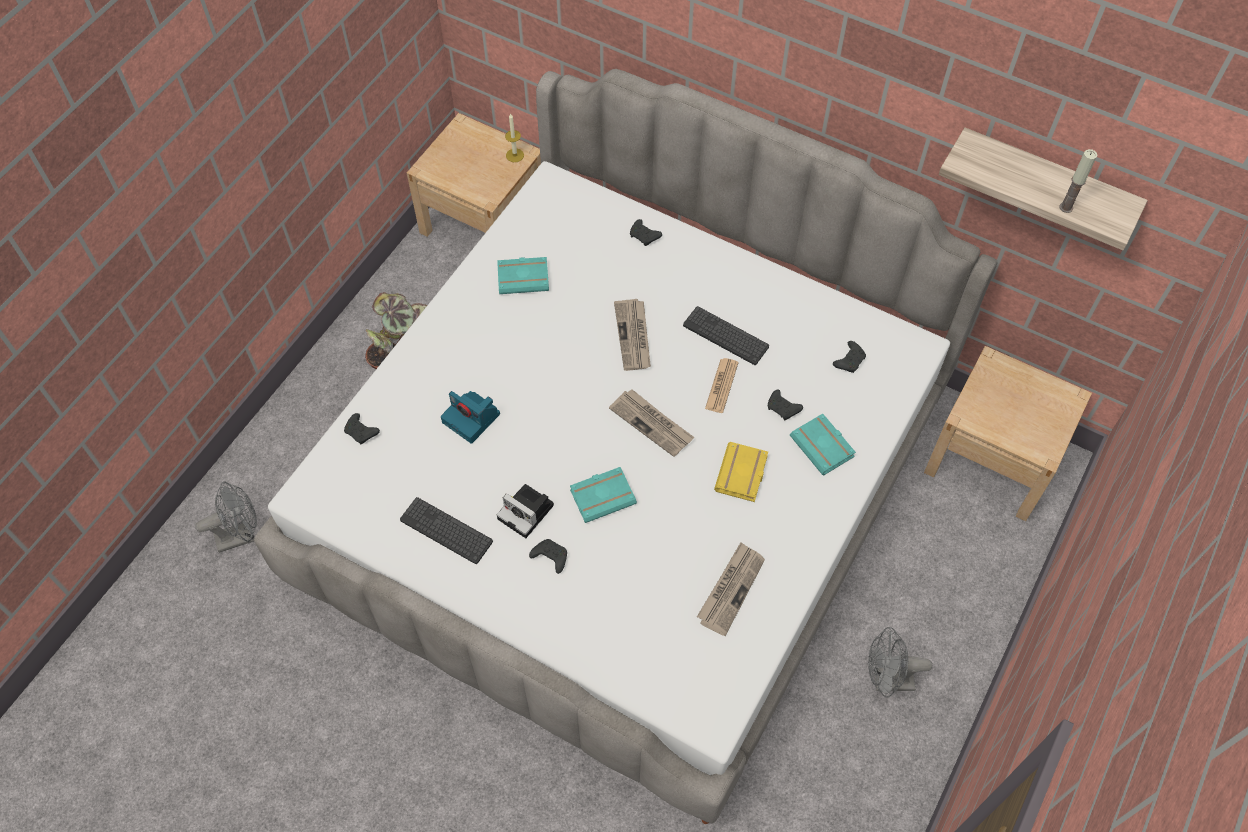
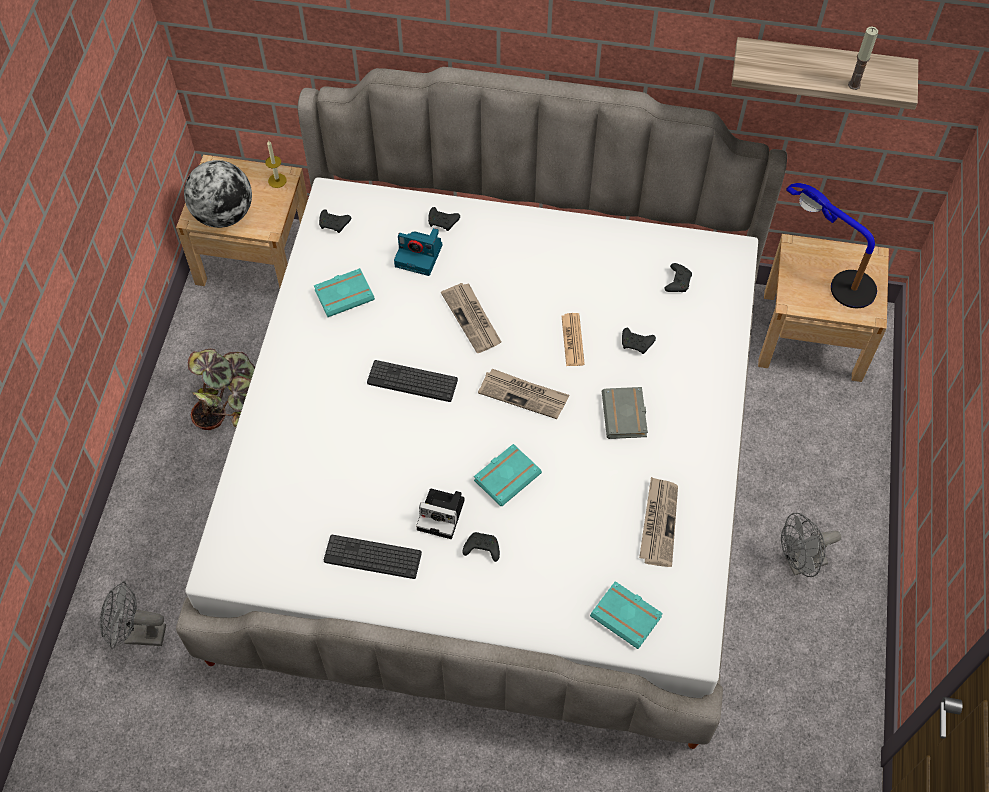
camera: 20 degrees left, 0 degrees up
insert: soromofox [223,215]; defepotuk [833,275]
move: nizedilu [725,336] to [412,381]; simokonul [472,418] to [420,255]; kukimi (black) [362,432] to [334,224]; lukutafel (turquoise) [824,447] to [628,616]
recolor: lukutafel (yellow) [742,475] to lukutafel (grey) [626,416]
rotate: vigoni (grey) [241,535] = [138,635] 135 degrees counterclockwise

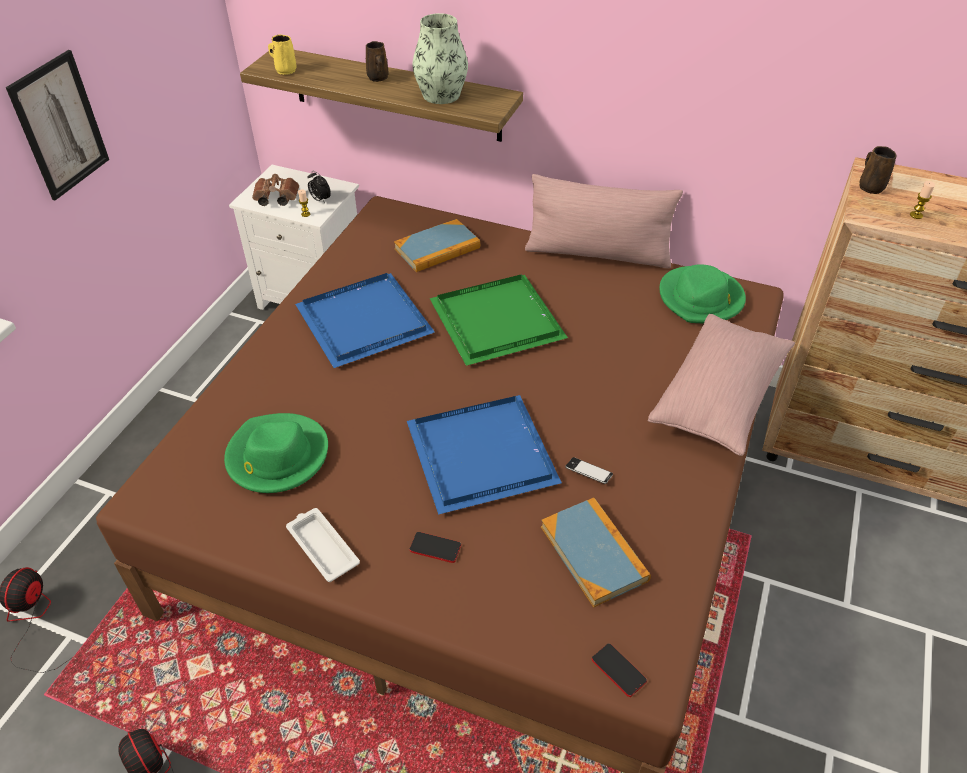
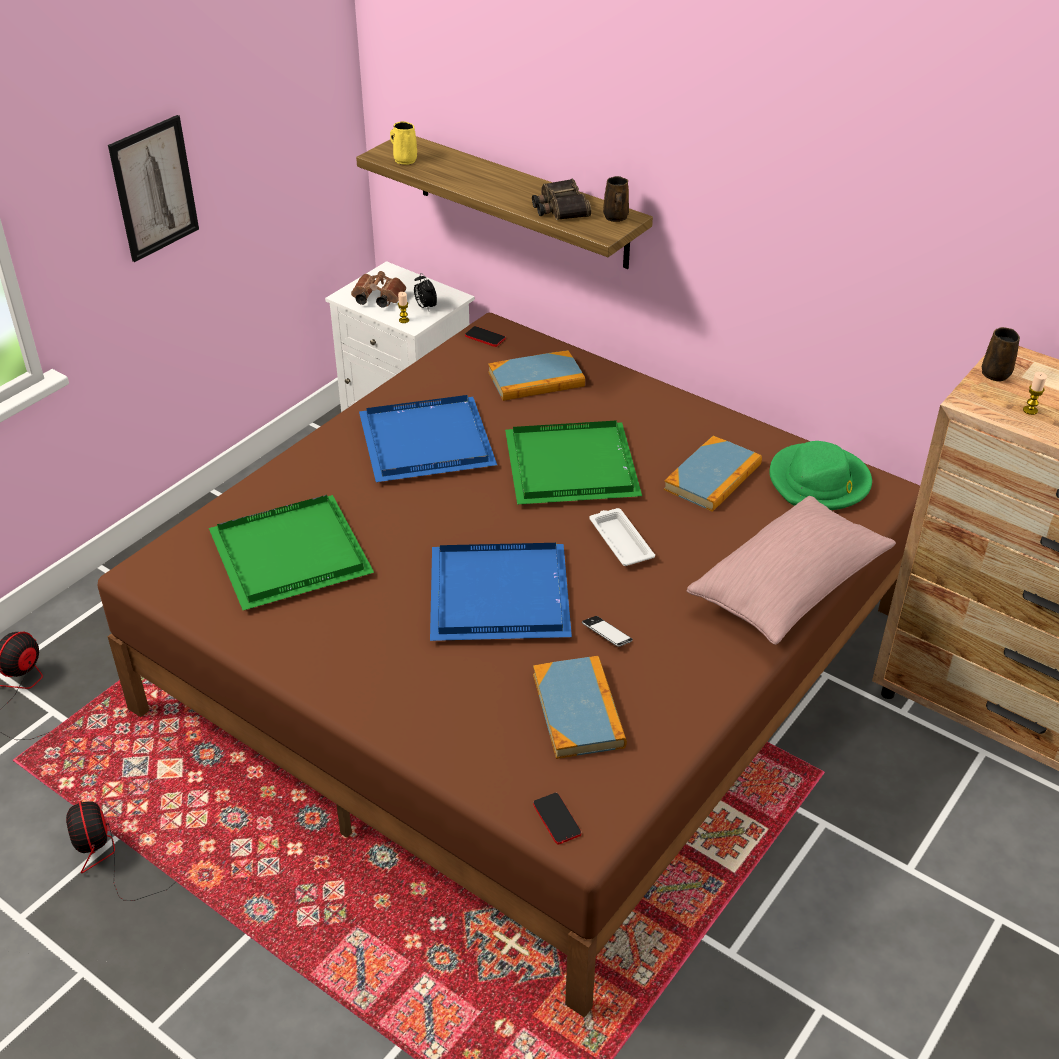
camera: 15 degrees right, 5 degrees down
delete: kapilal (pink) [597,253]
insert: lukutafel [713,477]
move: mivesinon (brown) [378,78] to [615,218]; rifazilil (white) [322,546] to [620,541]; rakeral [435,548] to [485,337]
replace: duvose [441,95] to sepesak [560,208]; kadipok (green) [277,456] to rifazilil (green) [288,557]

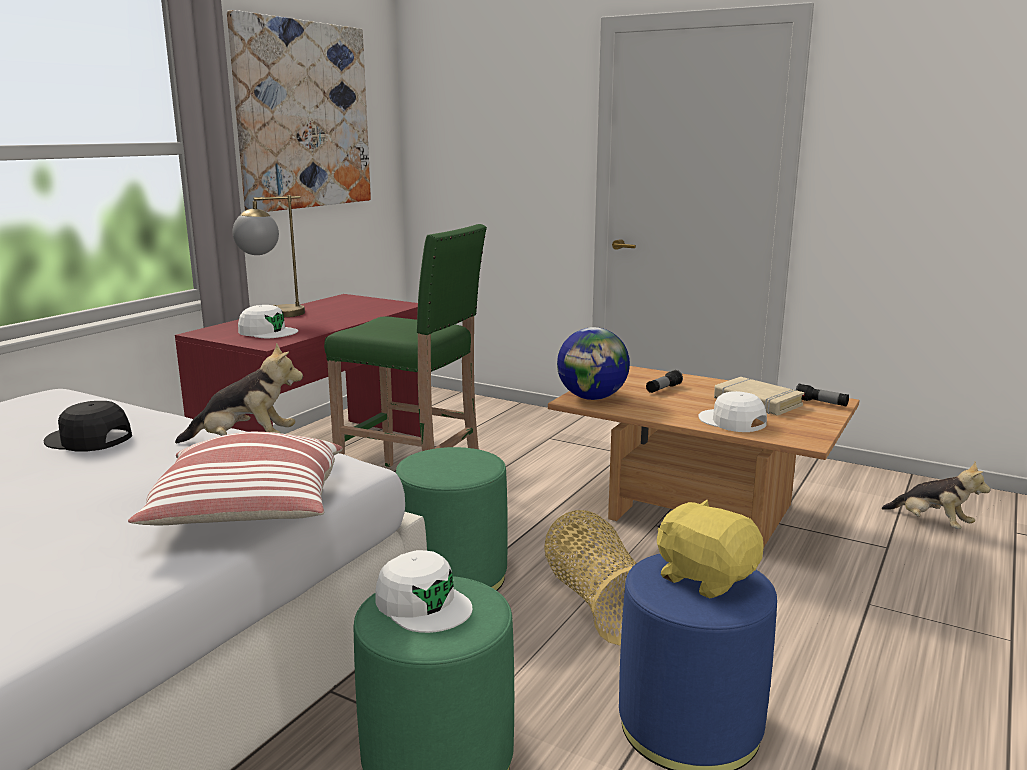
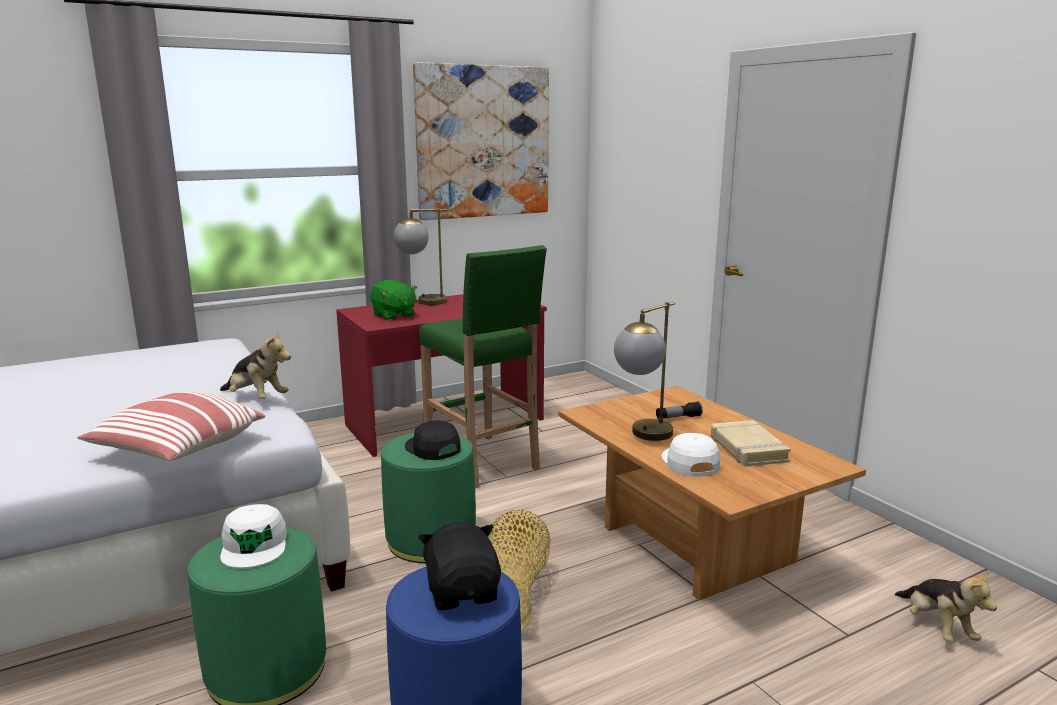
camera: 30 degrees right, 0 degrees up
delete: soromofox [592,398]; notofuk [821,403]
insert: defepotuk [643,437]
move: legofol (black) [88,439] to [432,448]
replace: legofol (white) [268,332] to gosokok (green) [393,315]
recolor: gosokok (yellow) [705,577] to gosokok (black) [463,592]

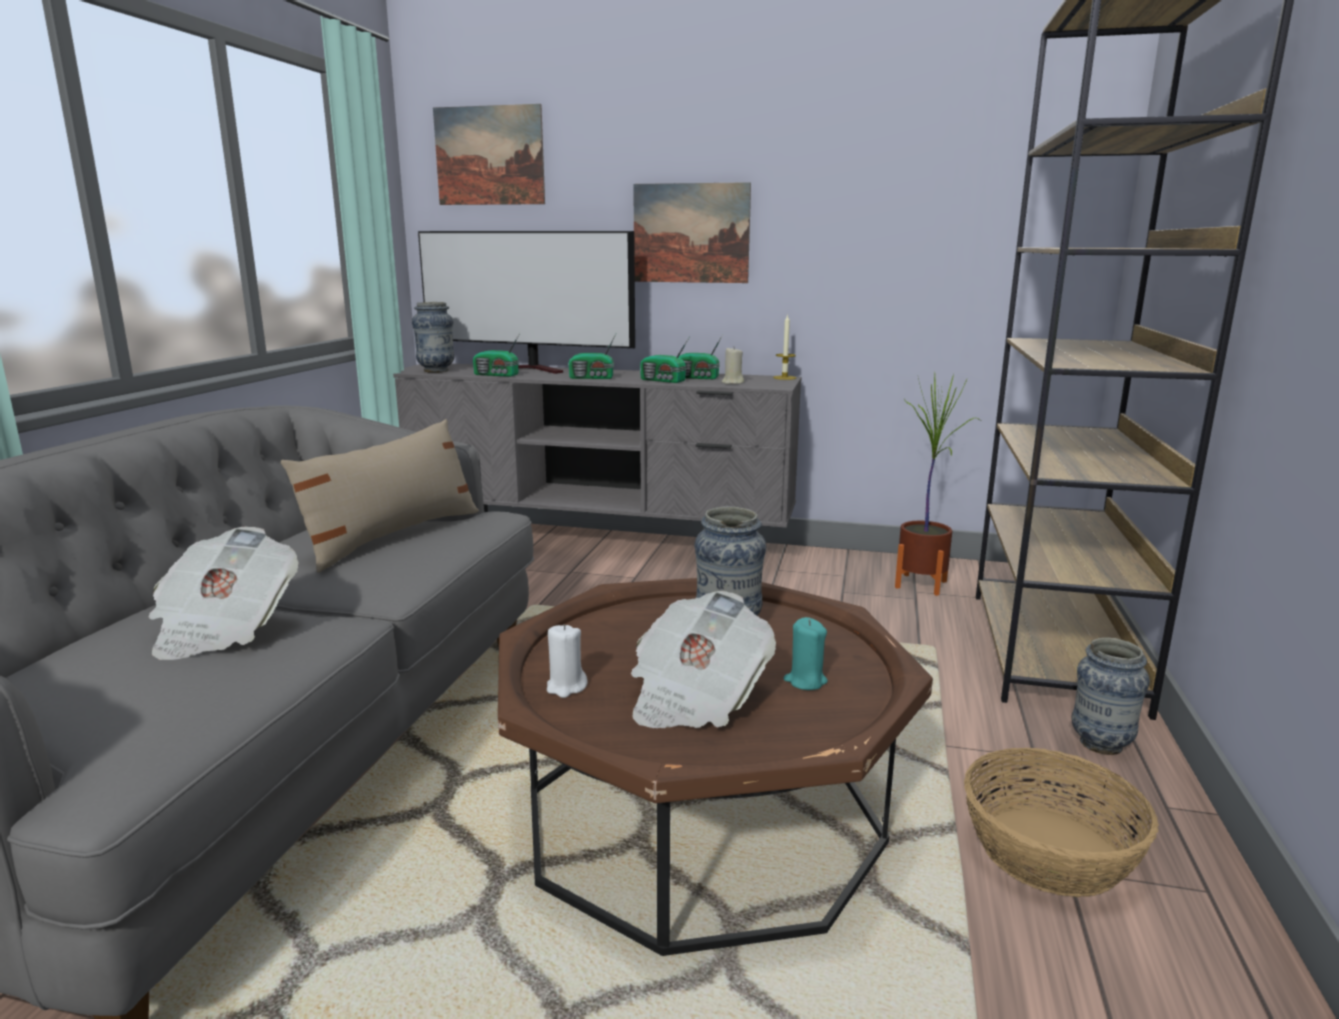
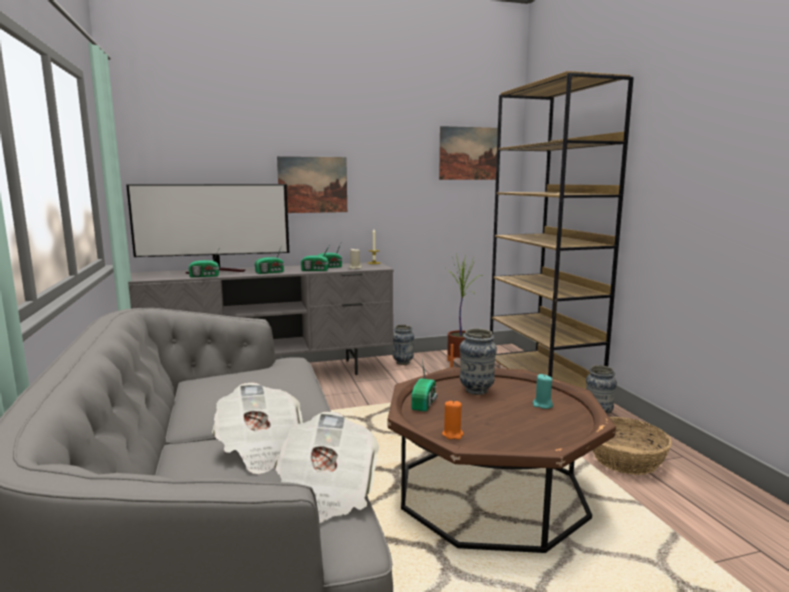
camera: 30 degrees left, 5 degrees down
delete: kapilal (beige) [393,536]
insert: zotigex [425,403]
move: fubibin [489,156] to [469,153]; duvose [436,371] to [403,362]; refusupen [695,697] to [326,492]
recolor: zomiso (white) [566,687] to zomiso (orange) [452,434]

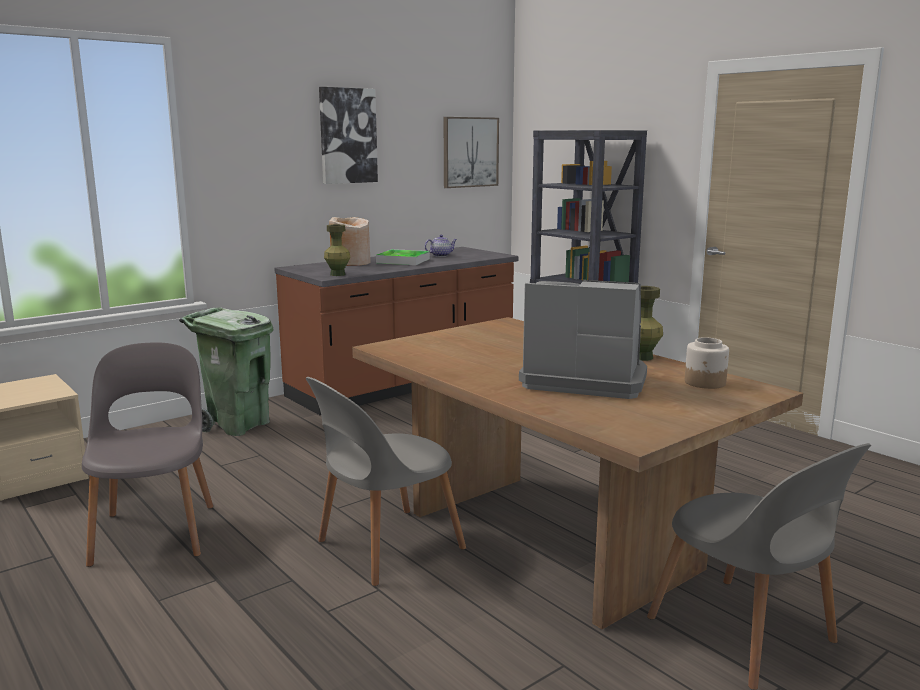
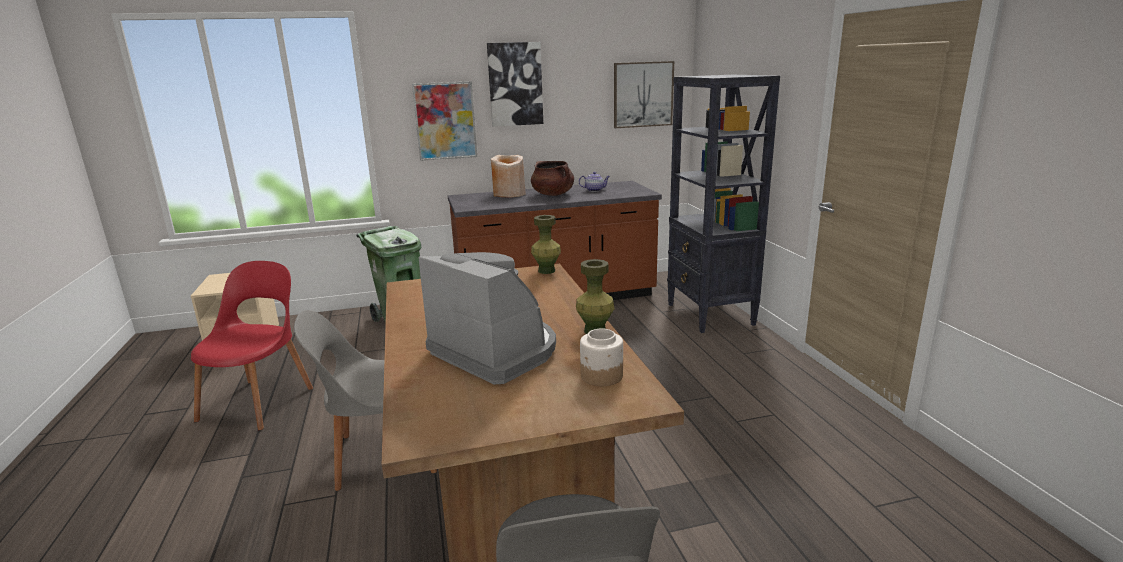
camera: 25 degrees right, 5 degrees up
insert: fubibin [445,121]
move: duvose (green) [338,274] to [547,271]
replace: rifazilil [403,261] to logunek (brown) [553,194]
recolor: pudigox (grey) [155,531] to pudigox (red) [259,401]

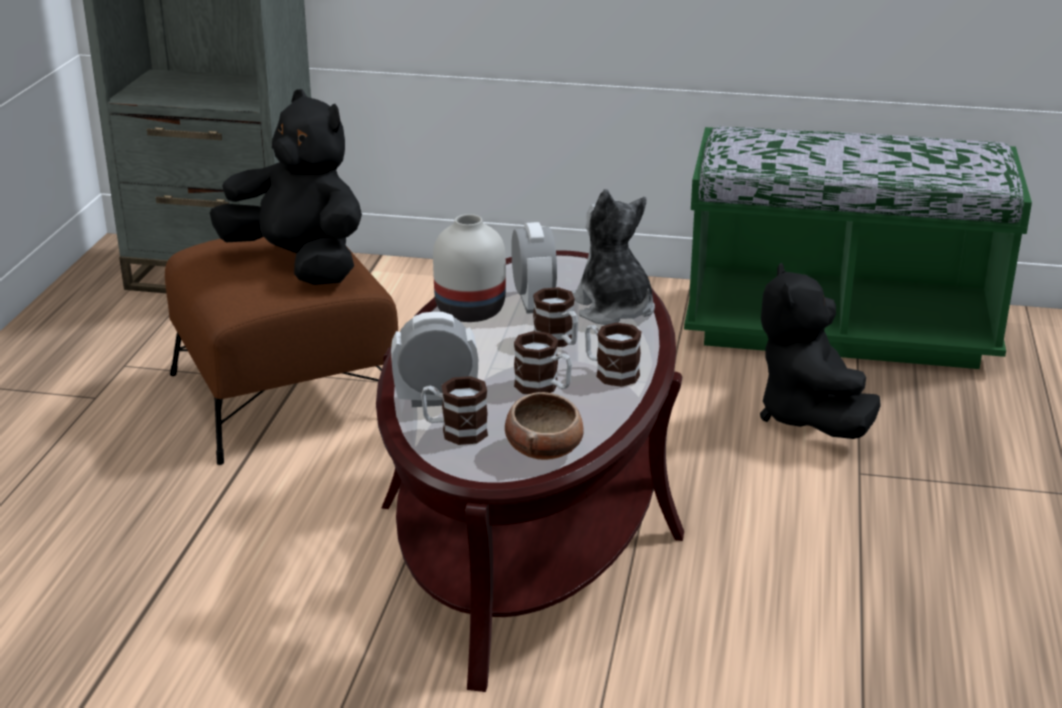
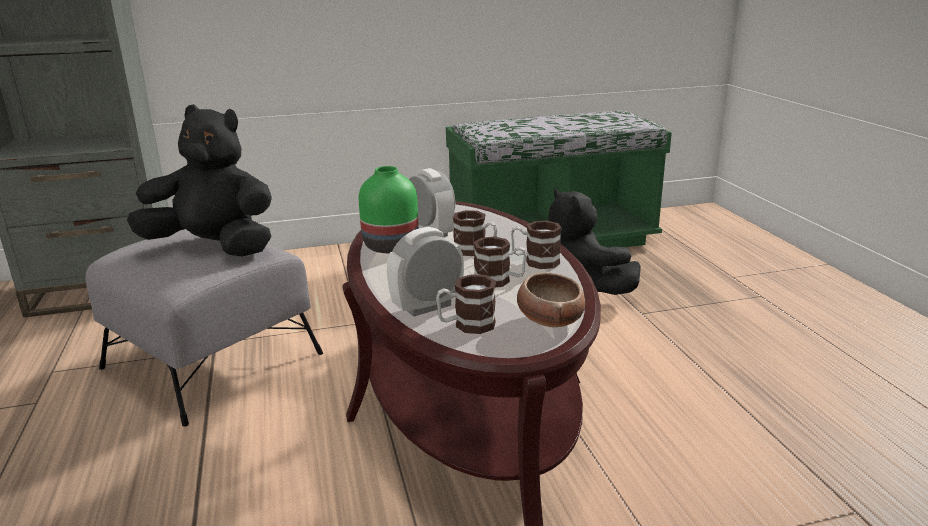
camera: 25 degrees left, 5 degrees down
delete: gosokok [613,309]
recolor: duvose (white) [468,311] to duvose (green) [389,246]; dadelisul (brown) [287,397] to dadelisul (grey) [213,361]

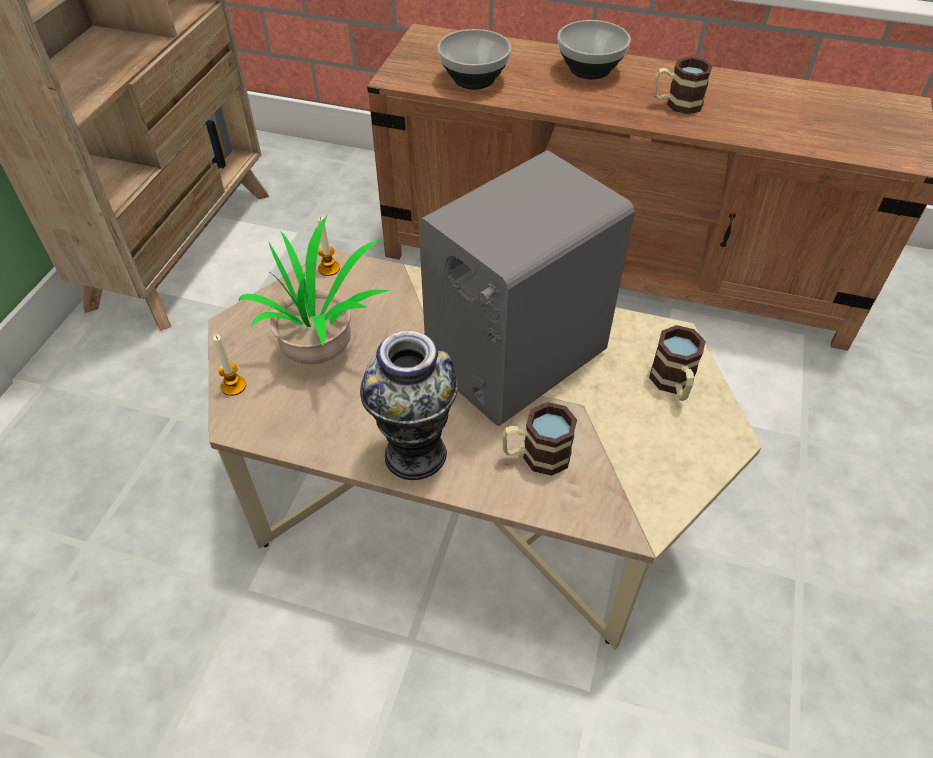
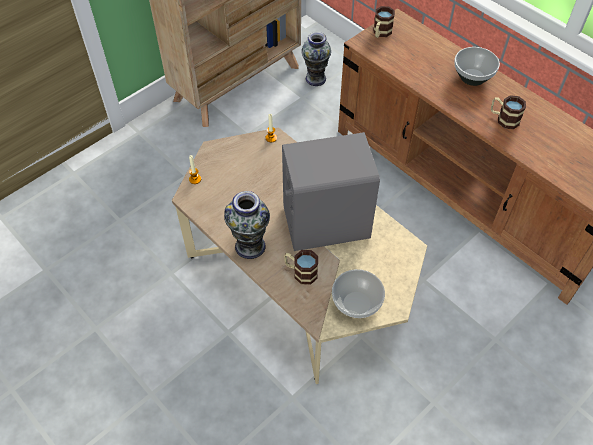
camera: 30 degrees right, 5 degrees up
delete: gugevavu [323,350]
insert: duvose [316,78]
move: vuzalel [474,80] to [356,305]; mivesinon [673,384] to [380,33]

